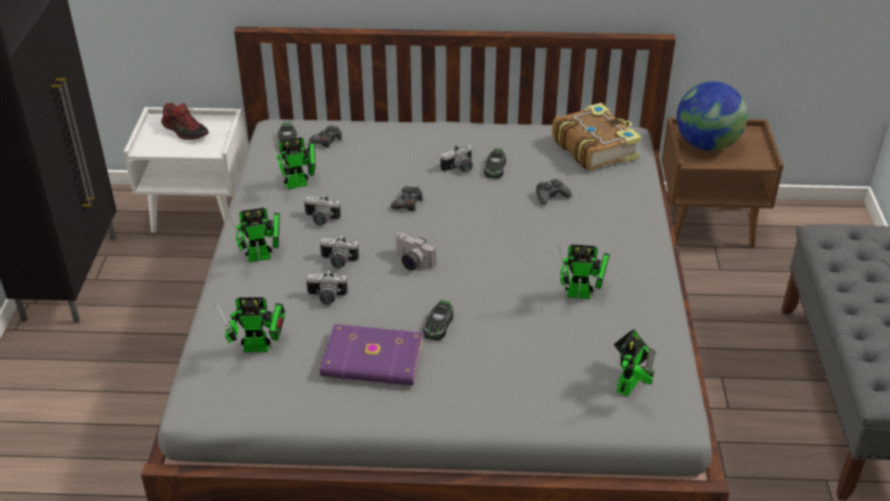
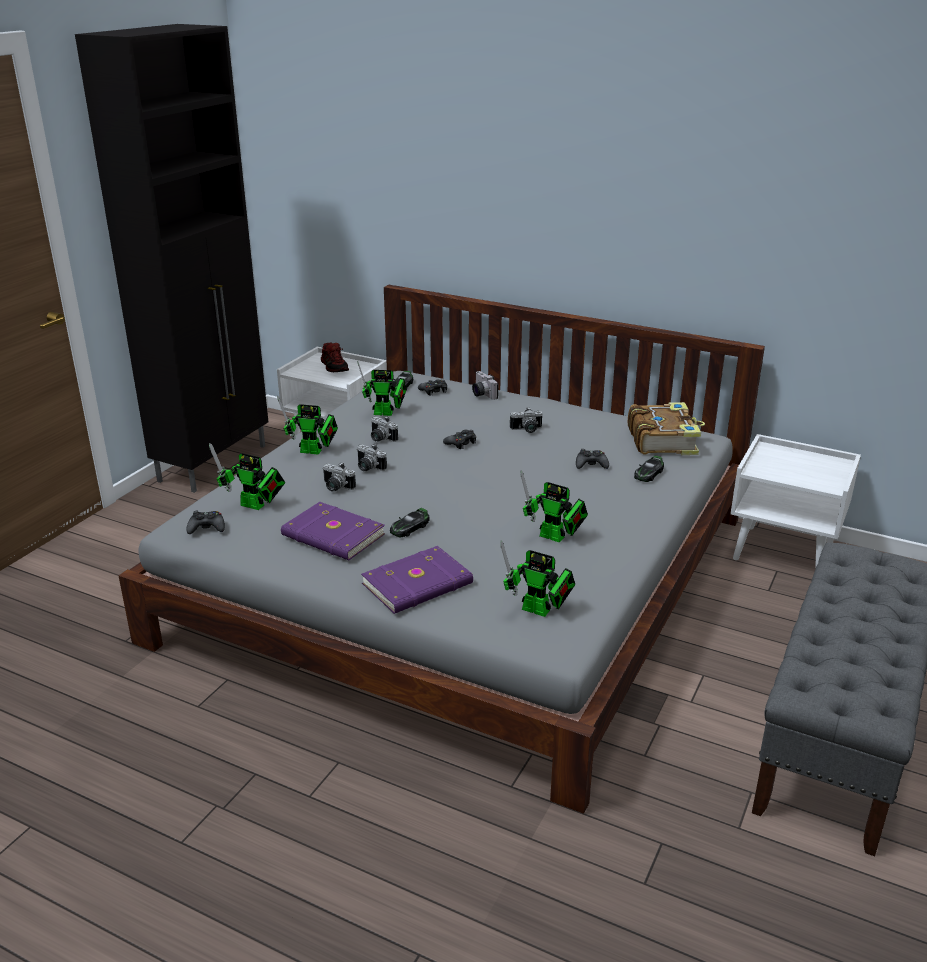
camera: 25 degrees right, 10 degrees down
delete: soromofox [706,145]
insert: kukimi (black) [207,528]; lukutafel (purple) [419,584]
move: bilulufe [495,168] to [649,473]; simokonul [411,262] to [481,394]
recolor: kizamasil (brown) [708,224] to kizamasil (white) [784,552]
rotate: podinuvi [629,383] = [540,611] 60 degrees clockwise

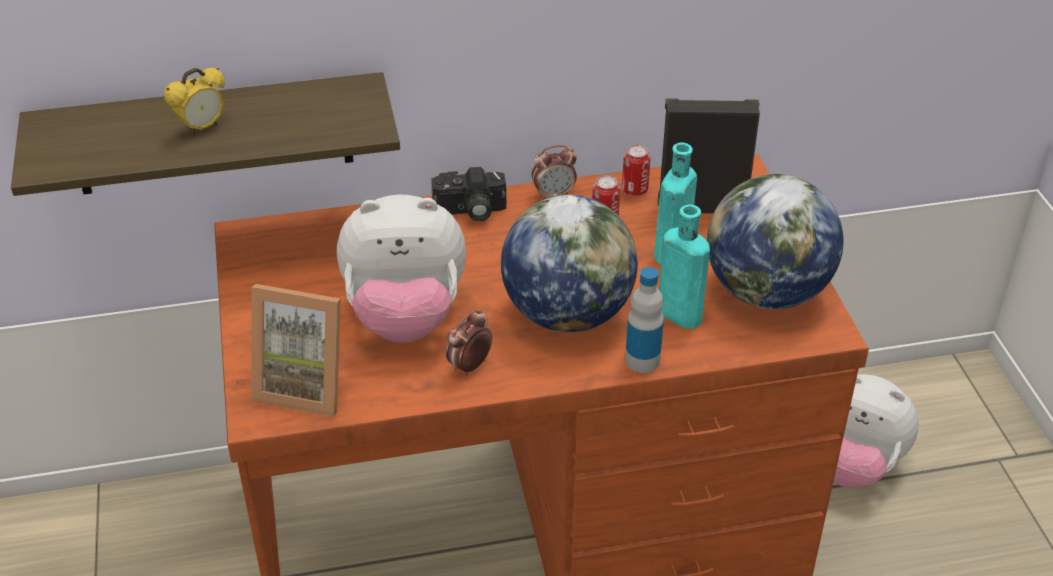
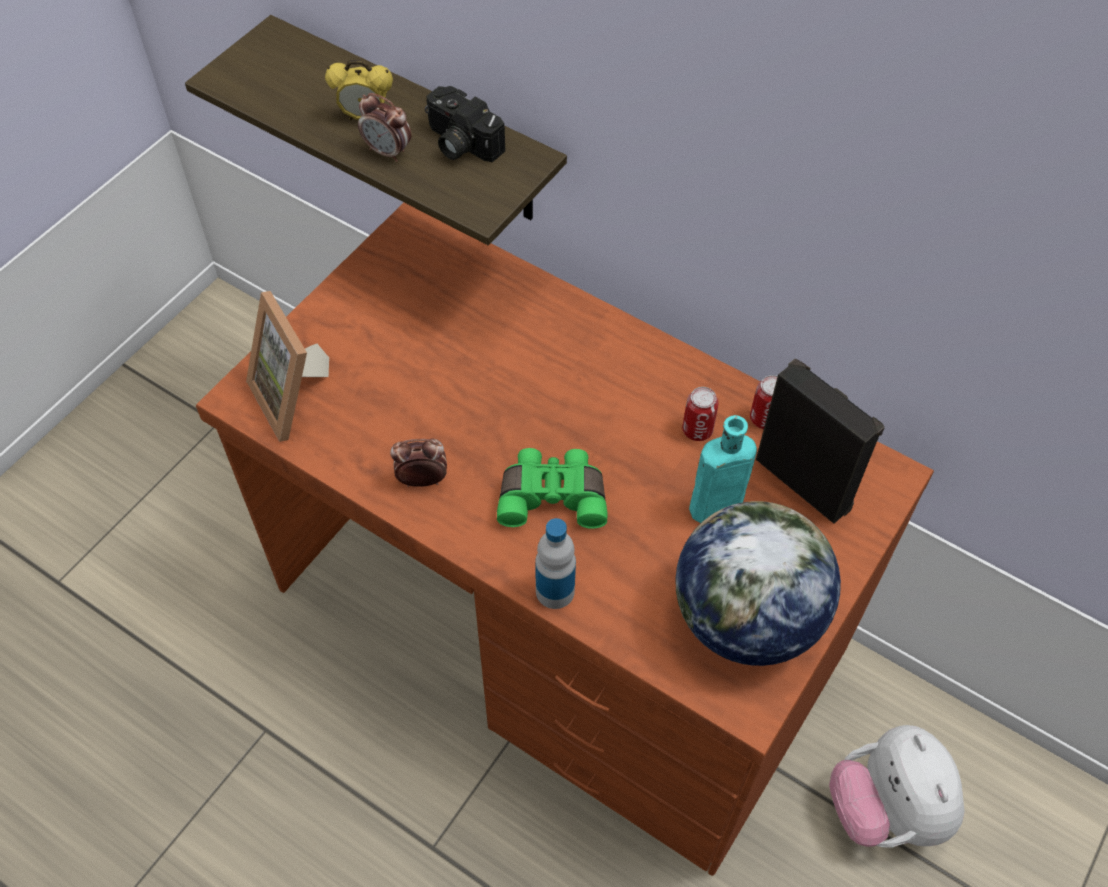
camera: 45 degrees right, 15 degrees up
delete: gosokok [405,318]; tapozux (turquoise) [676,313]
move: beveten [554,195] to [388,152]; simokonul [470,211] to [459,143]
replace: soromofox [567,314] to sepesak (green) [552,496]

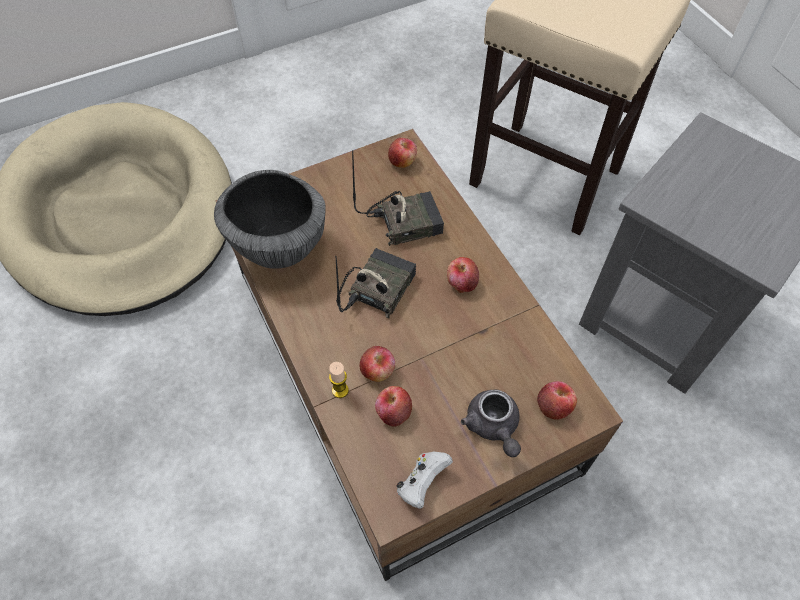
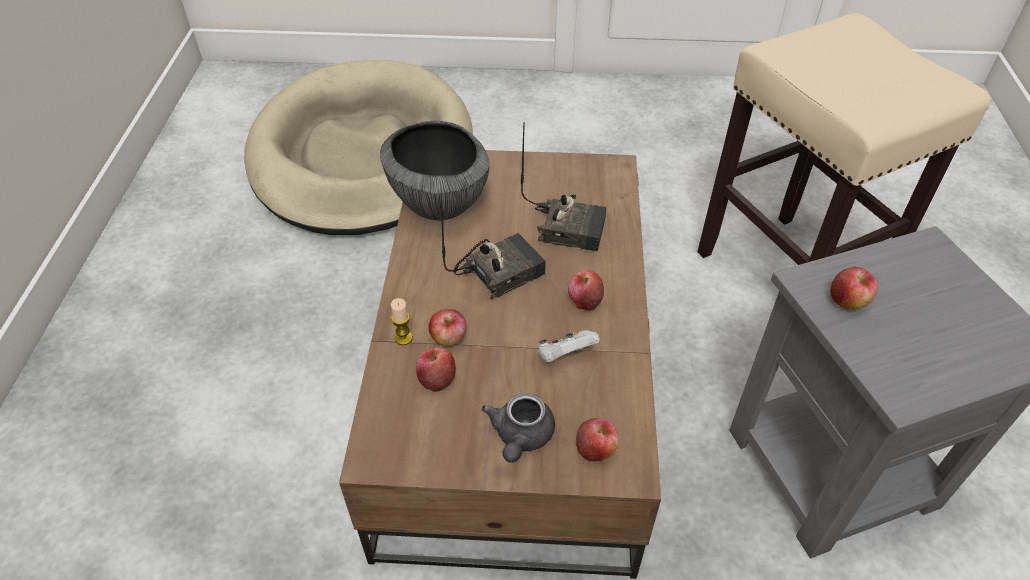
camera: 30 degrees right, 10 degrees down
move: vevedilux [402,161] to [848,301]; kukimi (white) [422,483] to [565,356]

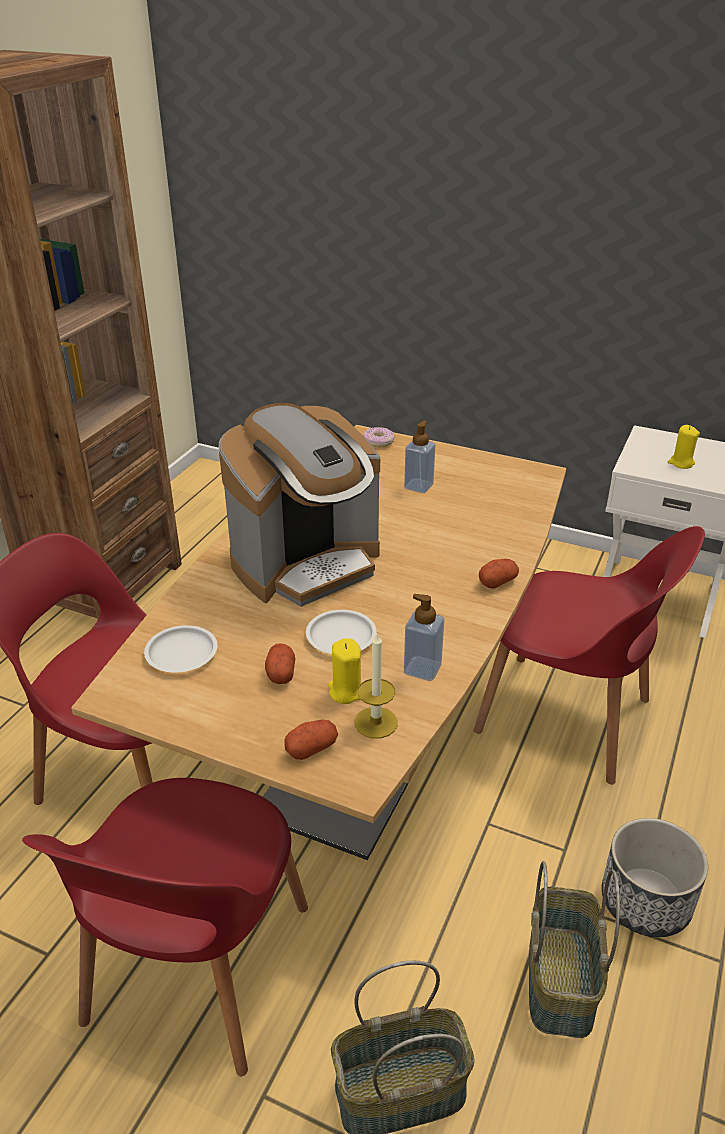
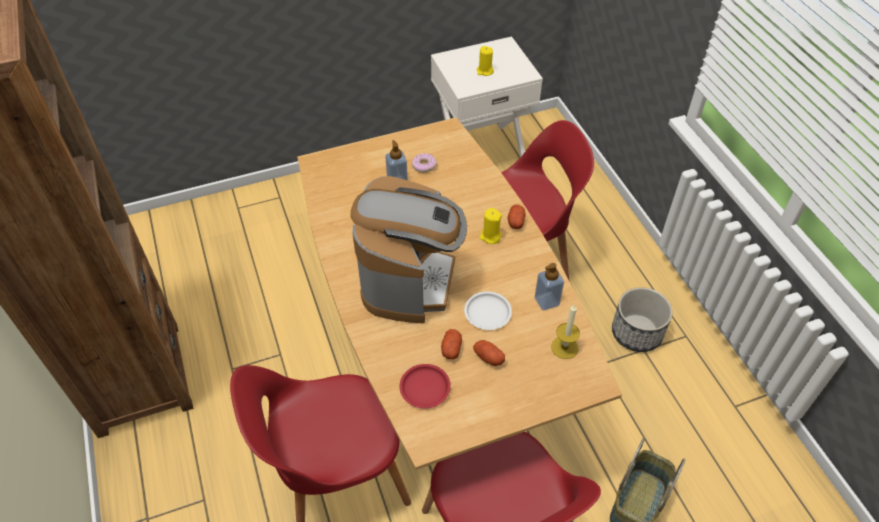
camera: 45 degrees left, 15 degrees up
delete: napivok [562,981]
move: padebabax [378,441] to [424,166]; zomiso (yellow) [345,691] to [490,236]; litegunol [311,748] to [451,348]
recolor: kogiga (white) [181,653] to kogiga (red) [424,388]

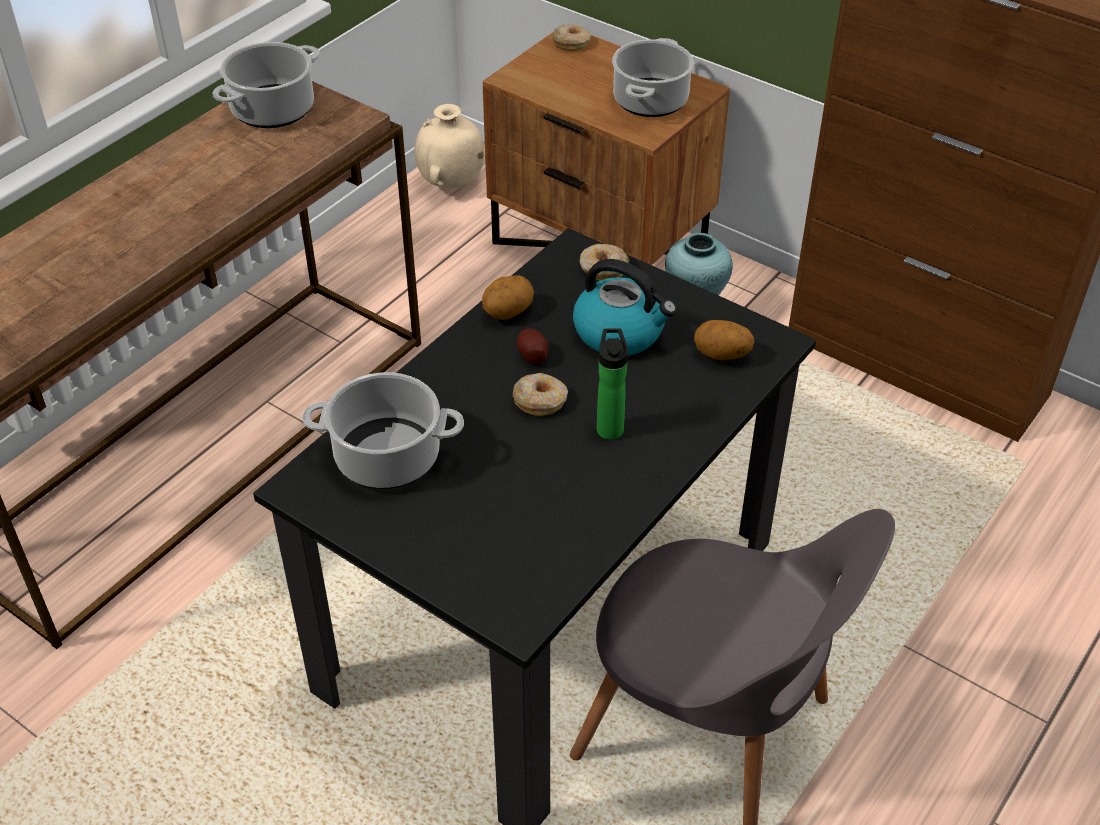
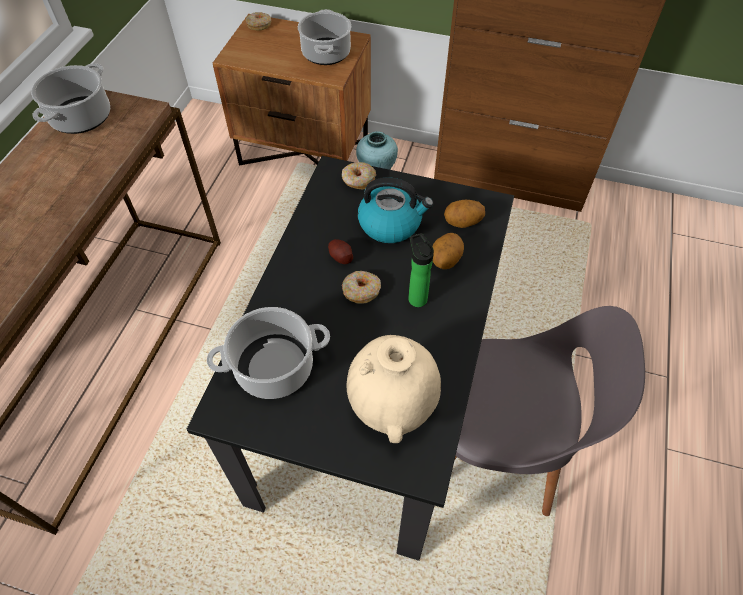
camera: 20 degrees left, 10 degrees up
move: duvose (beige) [451,184] to [392,408]; litegunol [508,312] to [445,260]

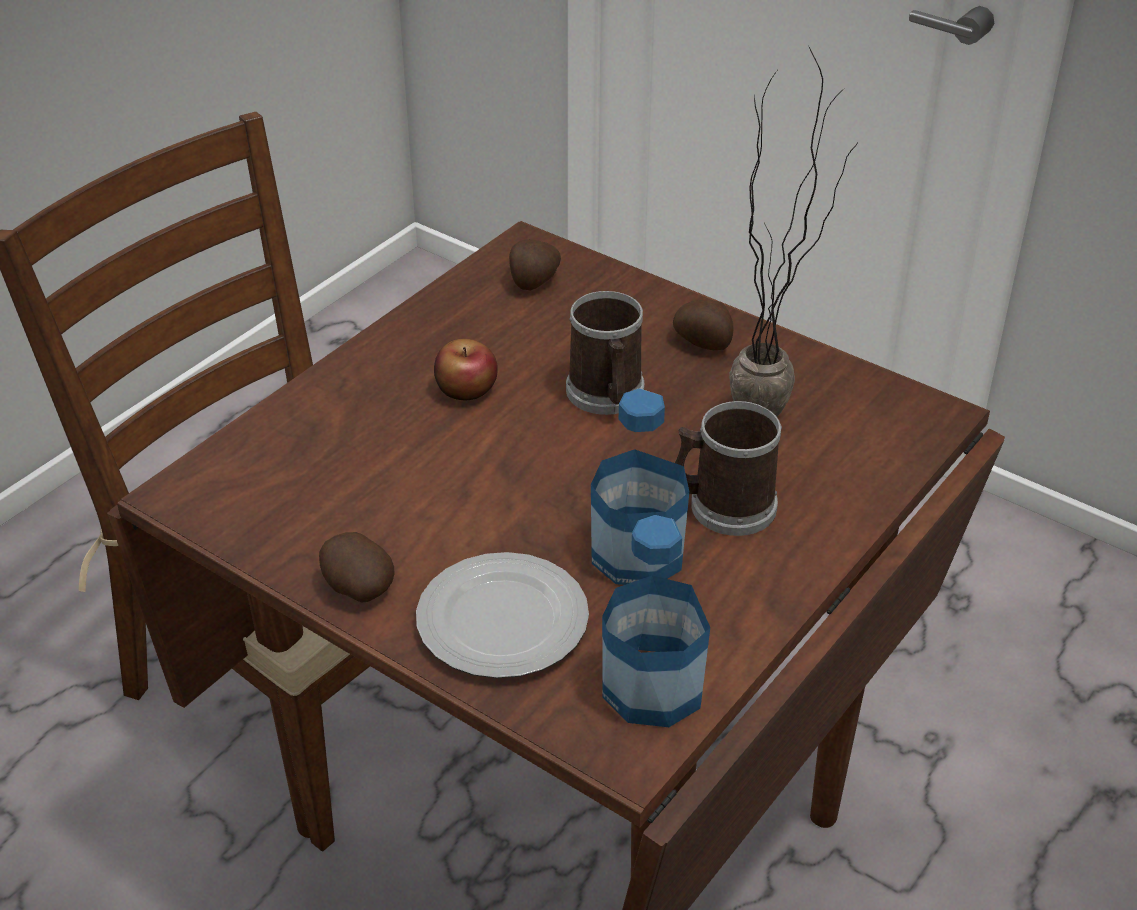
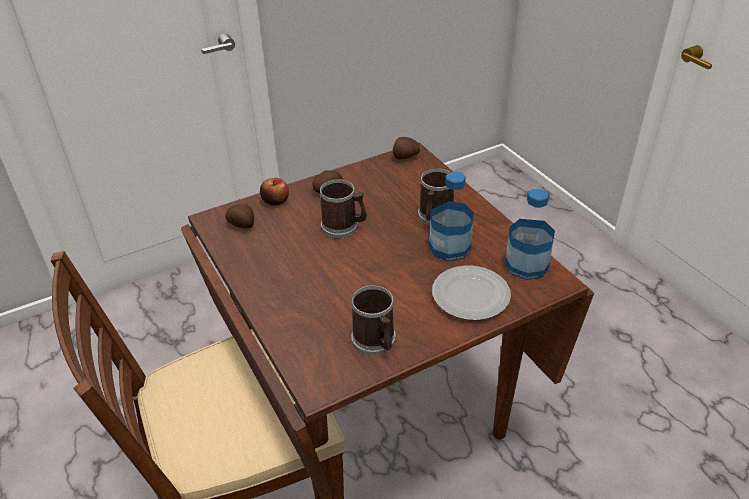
camera: 65 degrees left, 0 degrees up
delete: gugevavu [776,414]
insert: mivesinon [376,342]
move: vevedilux [466,389] to [275,200]; litegunol [356,587] to [405,157]

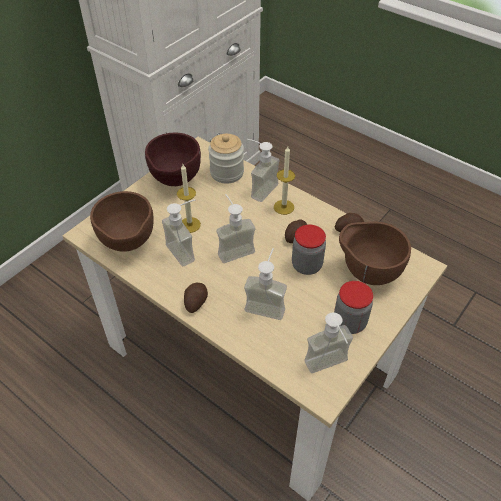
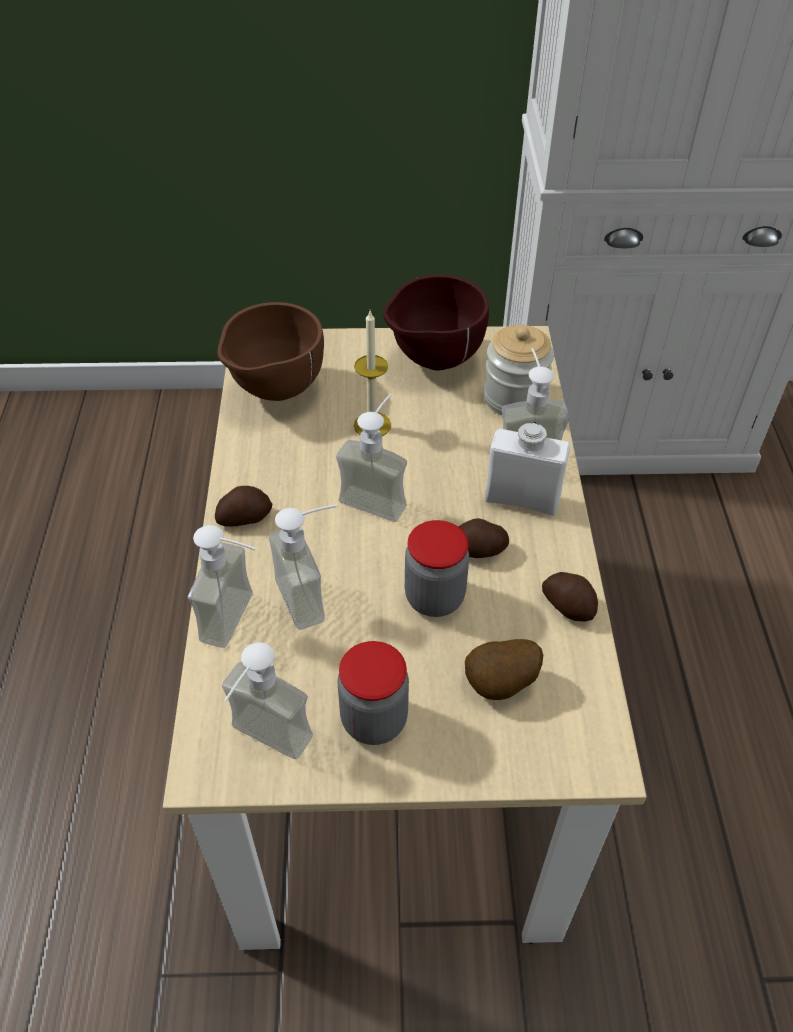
camera: 50 degrees right, 0 degrees up
move: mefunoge [186,250] to [241,621]
replace: zomiso [284,207] to tapozux (white) [522,499]; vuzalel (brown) [367,273] to litegunol [501,685]

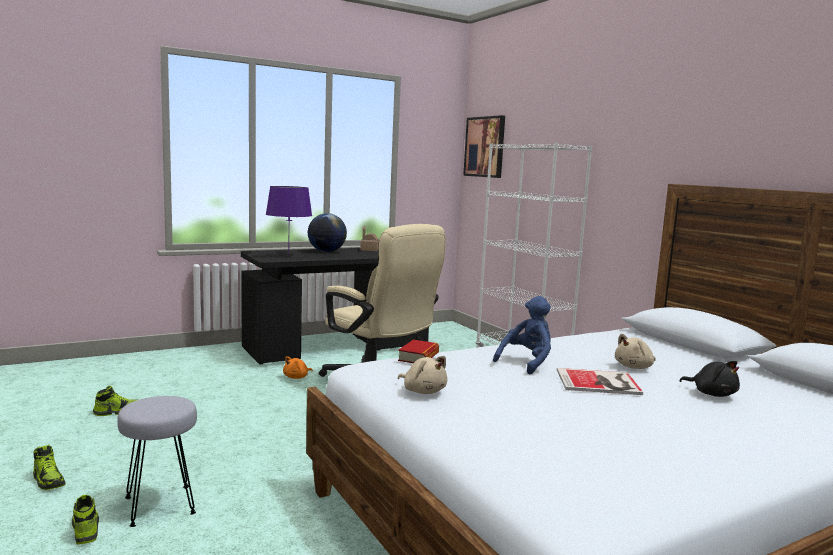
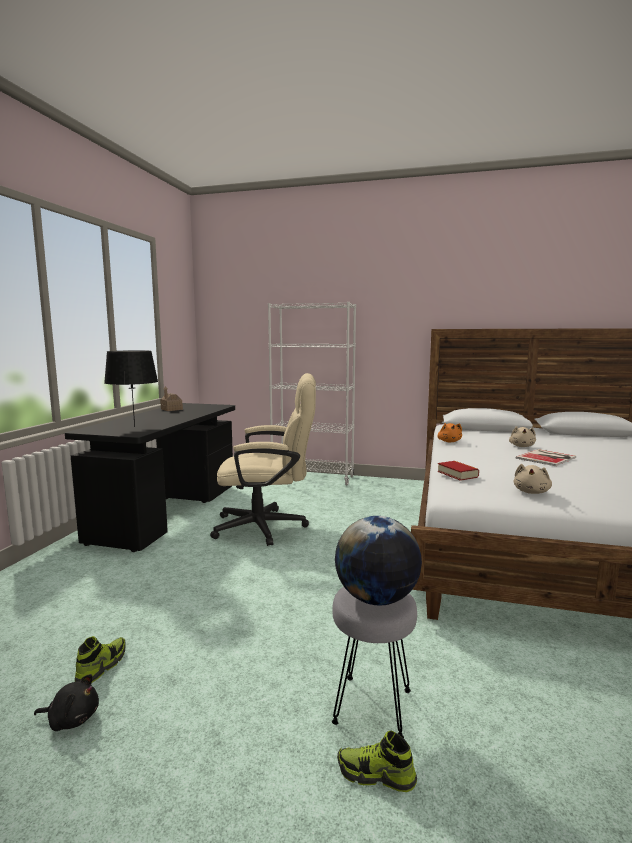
camera: 45 degrees left, 0 degrees up
delete: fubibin [485,147]; gosokok (blue) [527,362]; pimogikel [48,481]
move: soromofox [326,252] to [376,599]; gosokok (orange) [297,377] to [449,441]; gosokok (black) [712,394] to [72,719]
recolor: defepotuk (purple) [288,256] to defepotuk (black) [134,427]
rotate: gosokok (beige) [423,391] = [531,492] 120 degrees clockwise

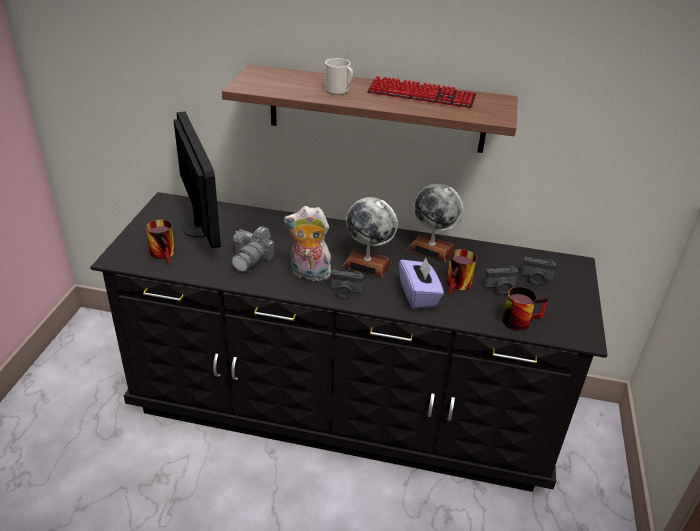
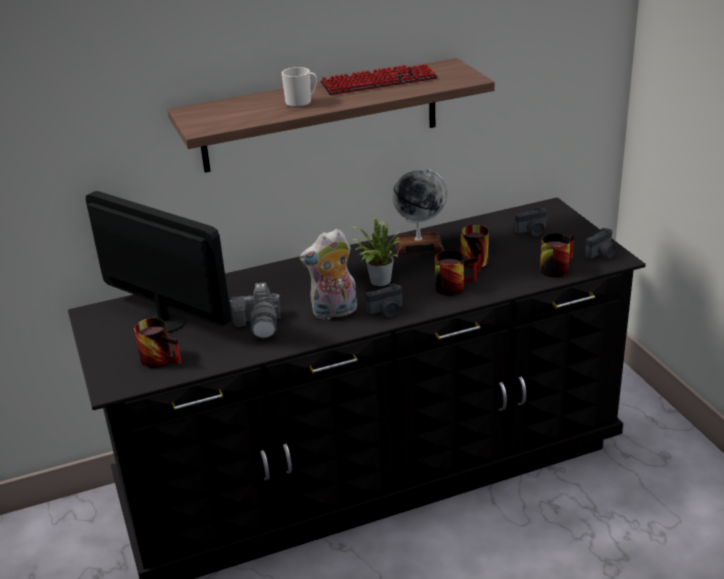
camera: 30 degrees left, 5 degrees down
move: simokonul [500,288] to [602,254]
replace: soromofox [367,264] to gugevavu [377,281]; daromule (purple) [419,295] to mivesinon [453,285]

